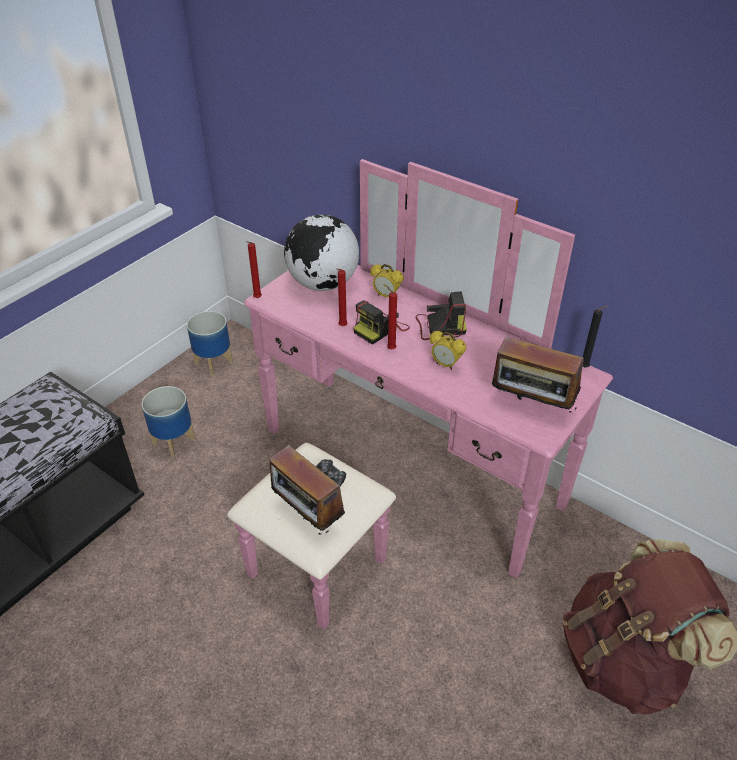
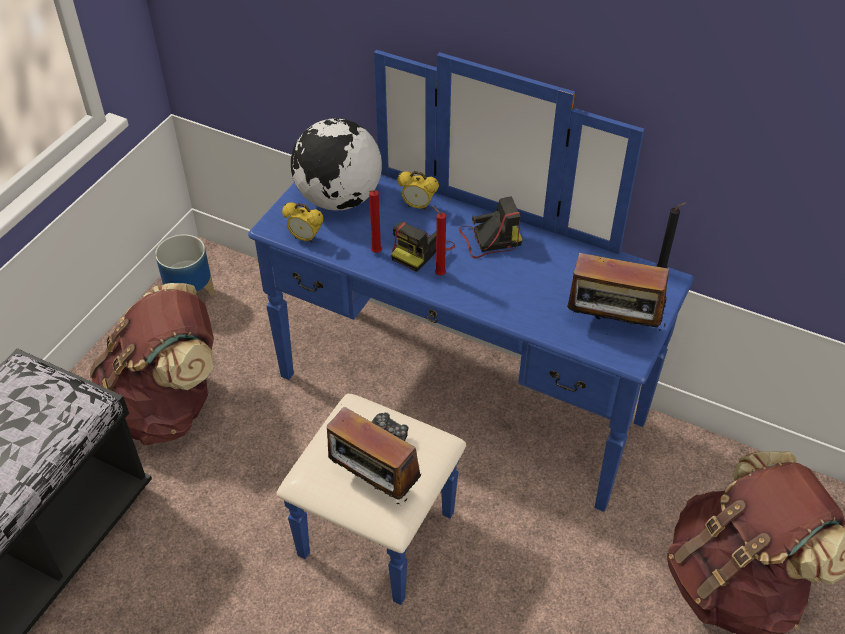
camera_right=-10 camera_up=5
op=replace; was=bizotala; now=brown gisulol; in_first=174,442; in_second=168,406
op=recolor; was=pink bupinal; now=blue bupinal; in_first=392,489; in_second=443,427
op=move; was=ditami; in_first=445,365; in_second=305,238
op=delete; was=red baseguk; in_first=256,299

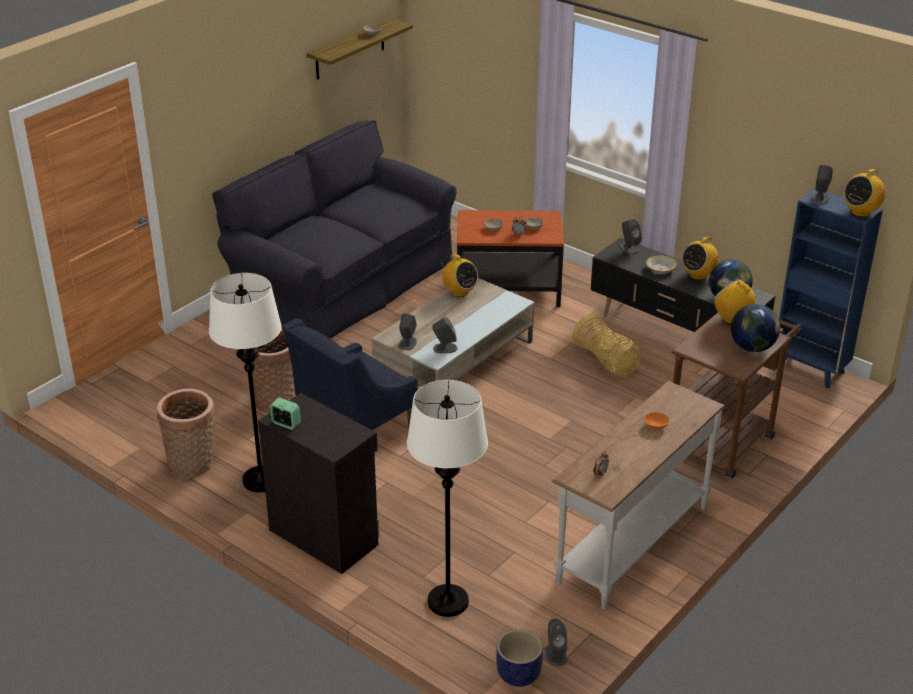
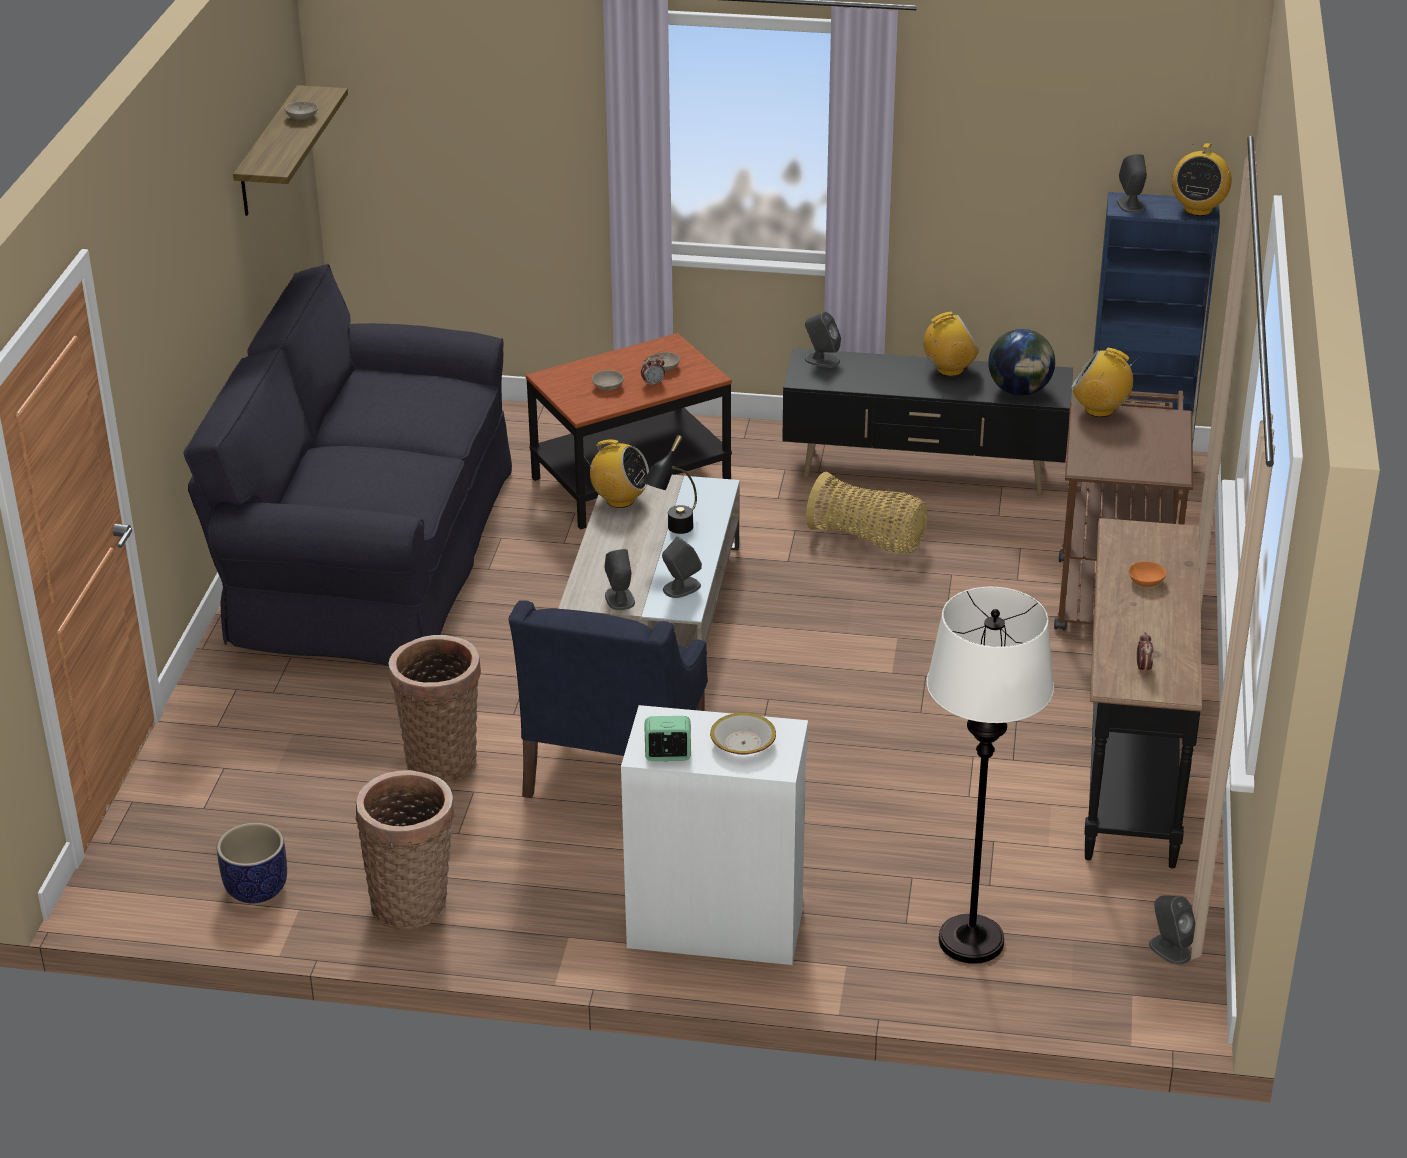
camera_right=-30 camera_up=0
op=move; was=bizotala; in_first=519,674; in_second=257,888
op=recolor; was=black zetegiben; now=white zetegiben; in_first=324,536; in_second=715,924
op=insert; now=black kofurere; in_second=673,532
op=move; was=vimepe; in_first=660,269; in_second=743,744
op=rotate; was=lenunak; in_first=698,275; in_second=949,369; clockwise=-120
op=recolor; was=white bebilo; now=black bebilo; in_first=631,543; in_second=1128,770
op=delete; was=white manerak; in_first=261,480
op=delete; was=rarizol; in_first=752,347

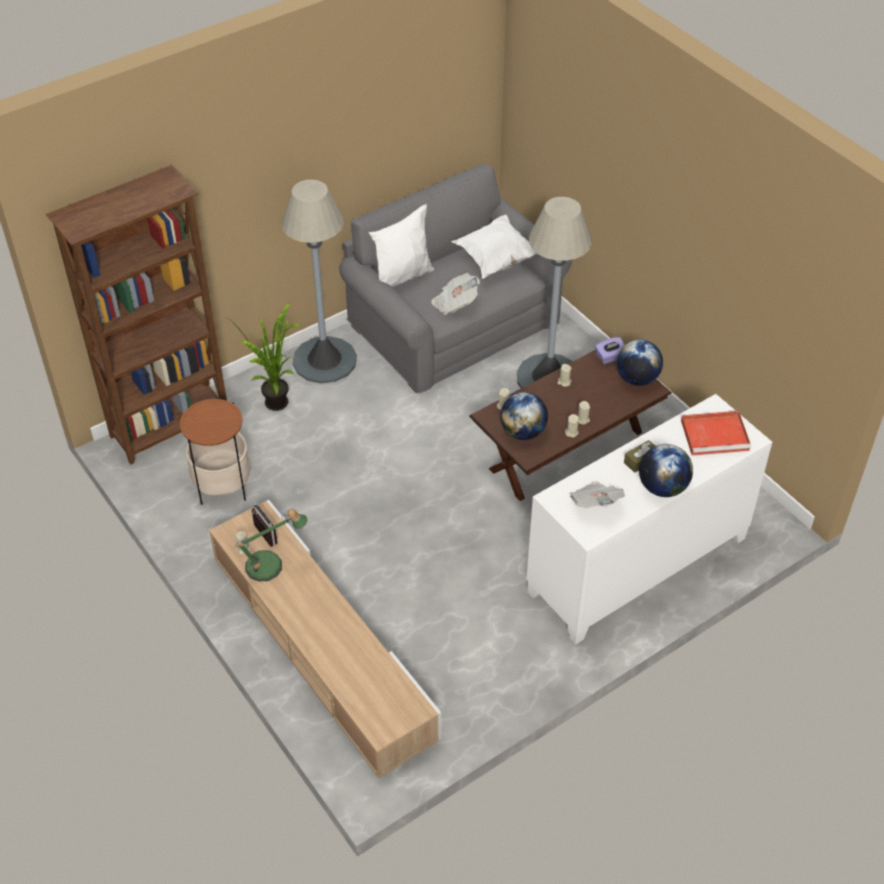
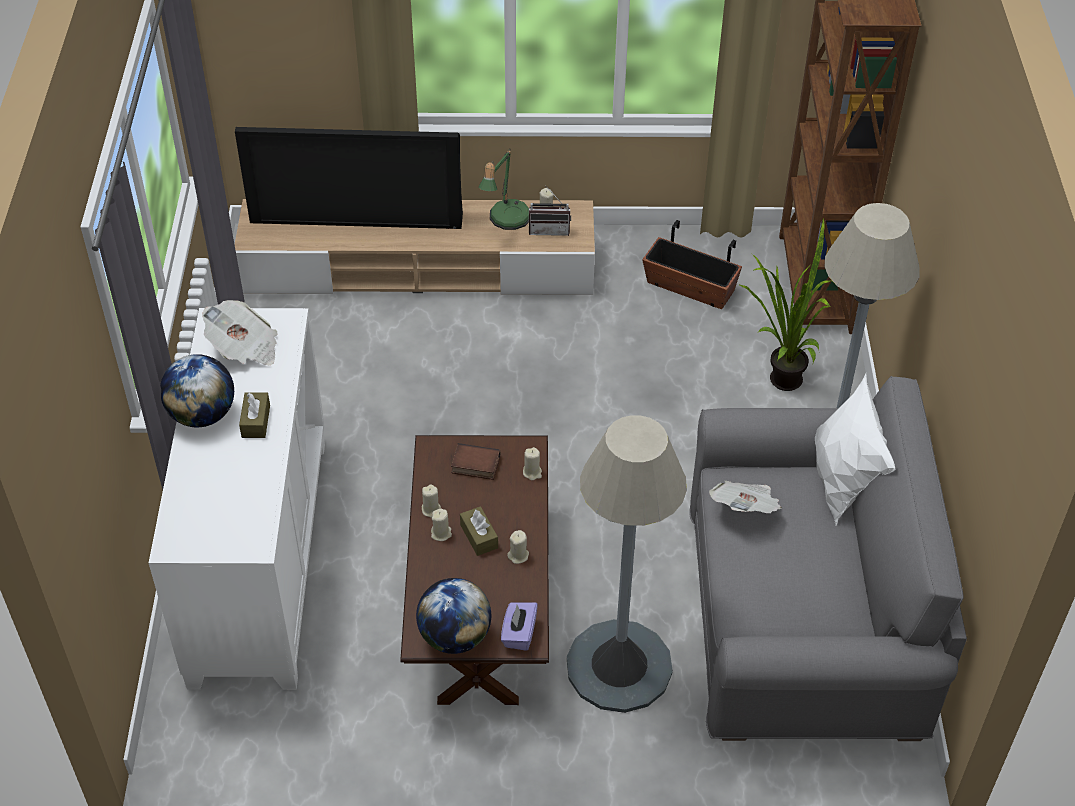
camera_right=125 camera_up=0
op=insert; now=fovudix; in_second=358,217
op=replace; was=rarizol; now=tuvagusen; in_first=523,432; in_second=474,465
op=insert; now=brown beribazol; in_second=479,536
op=replace; was=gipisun; now=bizotala; in_first=222,485; in_second=690,287
op=delete; was=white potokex; in_first=495,260
op=delete; was=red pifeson; in_first=716,435

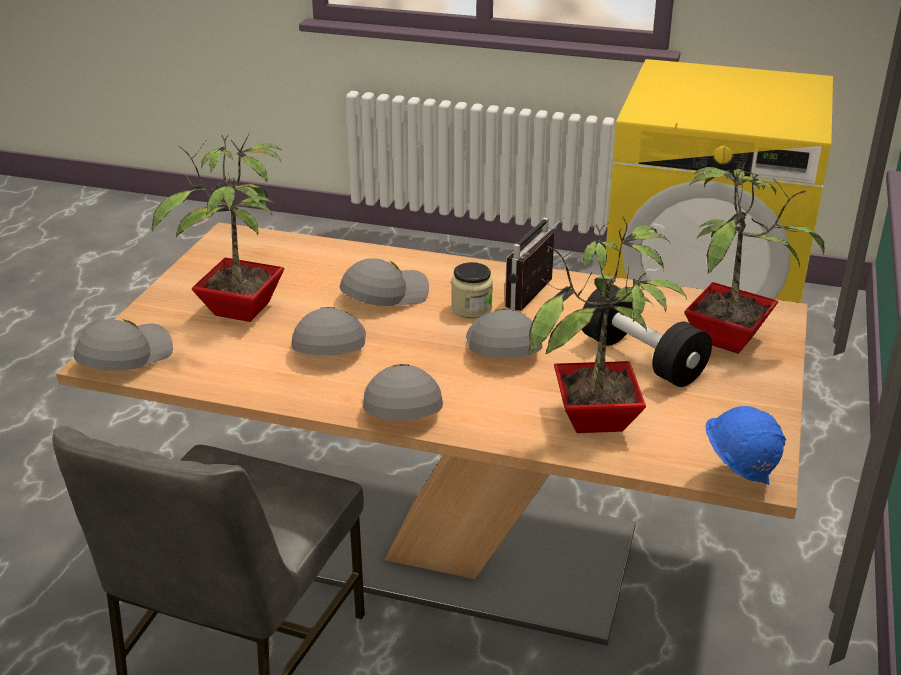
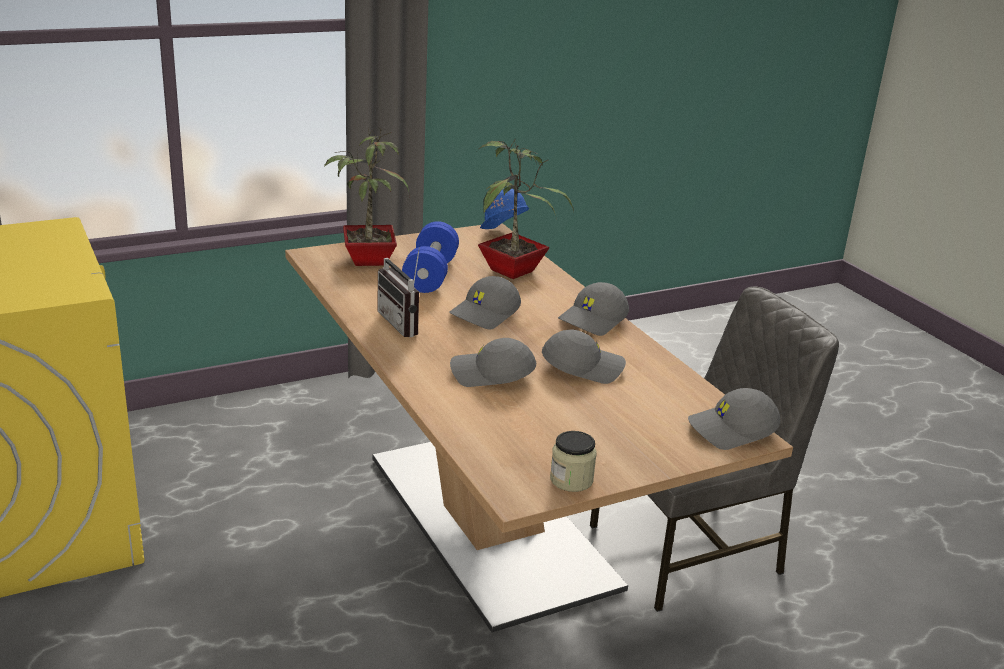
camera_right=-135 camera_up=-5
op=rotate; was=lenunak; in_first=537,297; in_second=405,323; clockwise=75
op=recolor; was=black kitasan; now=blue kitasan; in_first=641,358; in_second=430,275
op=rotate; was=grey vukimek; in_first=328,344; in_second=582,367; clockwise=-135
op=move; was=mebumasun; in_first=471,308; in_second=571,480
op=delete; was=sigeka; in_first=240,312

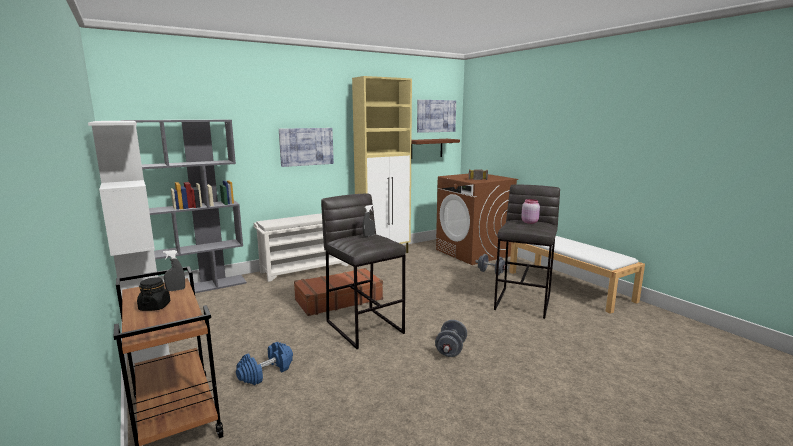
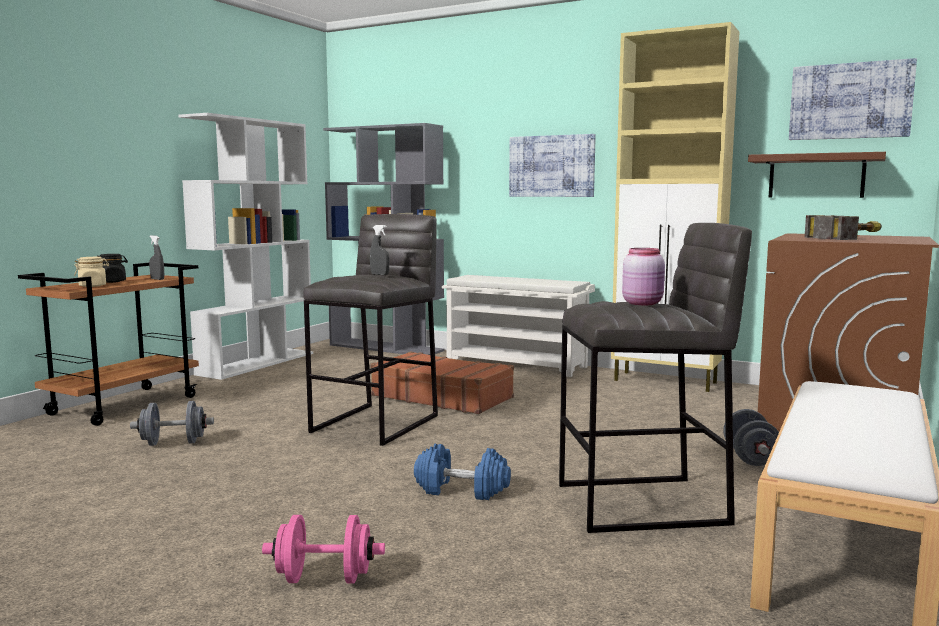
camera_right=60 camera_up=-5
op=insert; now=beige mebumasun; in_second=93,286
op=move; was=grey kitasan; in_first=451,350; in_second=173,443
op=insert; now=pink kitasan; in_second=324,579
op=move; was=blue kitasan; in_first=266,372; in_second=462,490

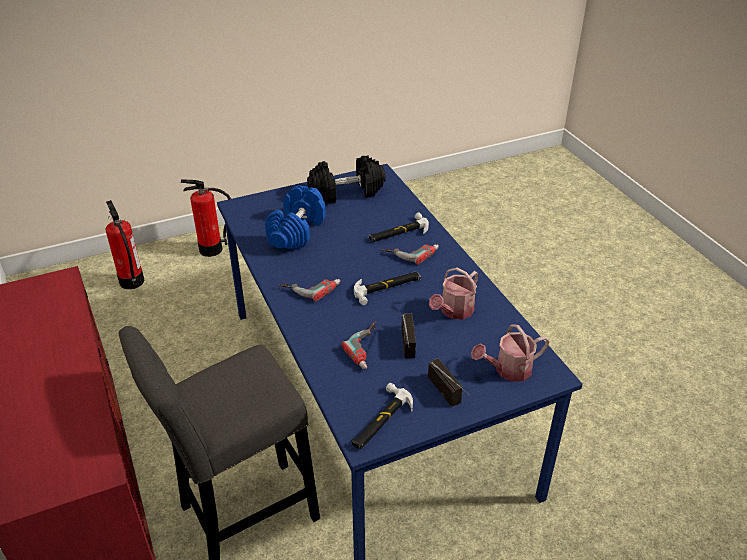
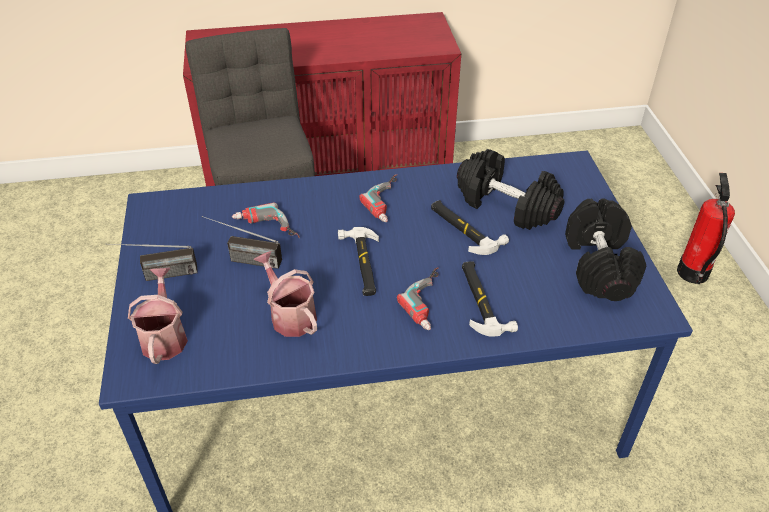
camera_right=105 camera_up=5
op=move; was=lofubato; in_first=380,420; in_second=464,229
op=recolor; was=blue kitasan; now=black kitasan; in_first=297,231; in_second=506,205
op=delete; was=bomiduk; in_first=131,281

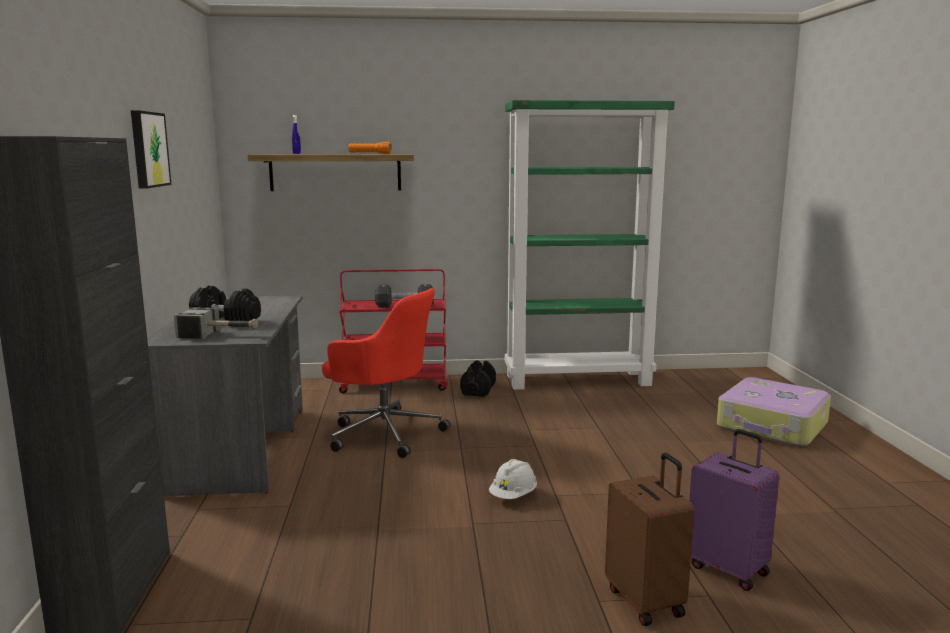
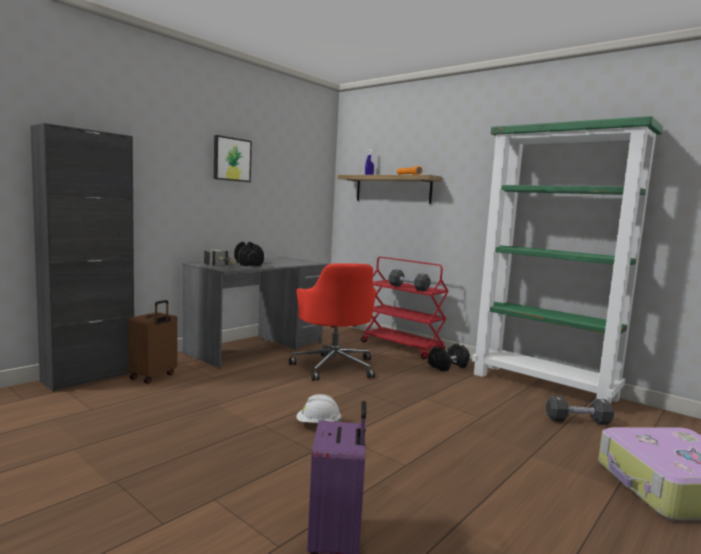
camera_right=45 camera_up=-5
op=move; was=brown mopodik; in_first=646,601; in_second=154,376
op=insert; now=black kitasan; in_second=577,421

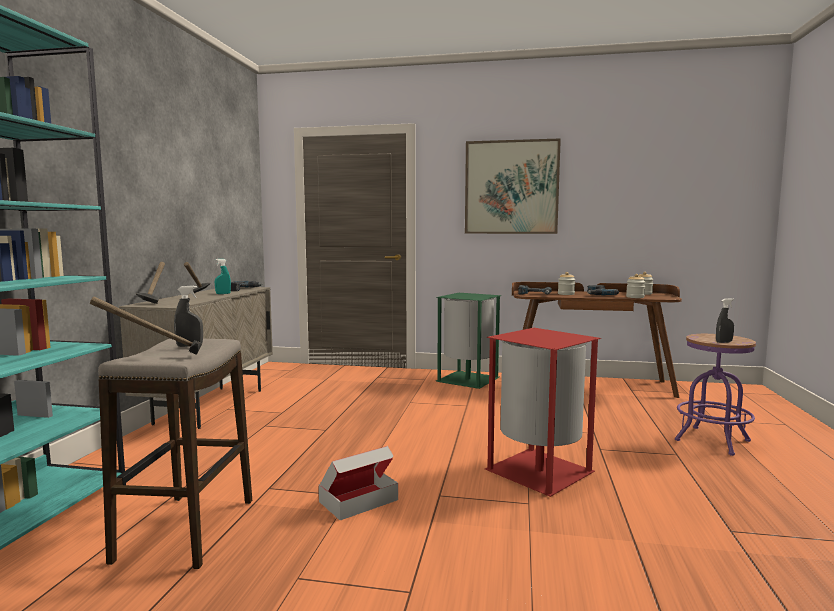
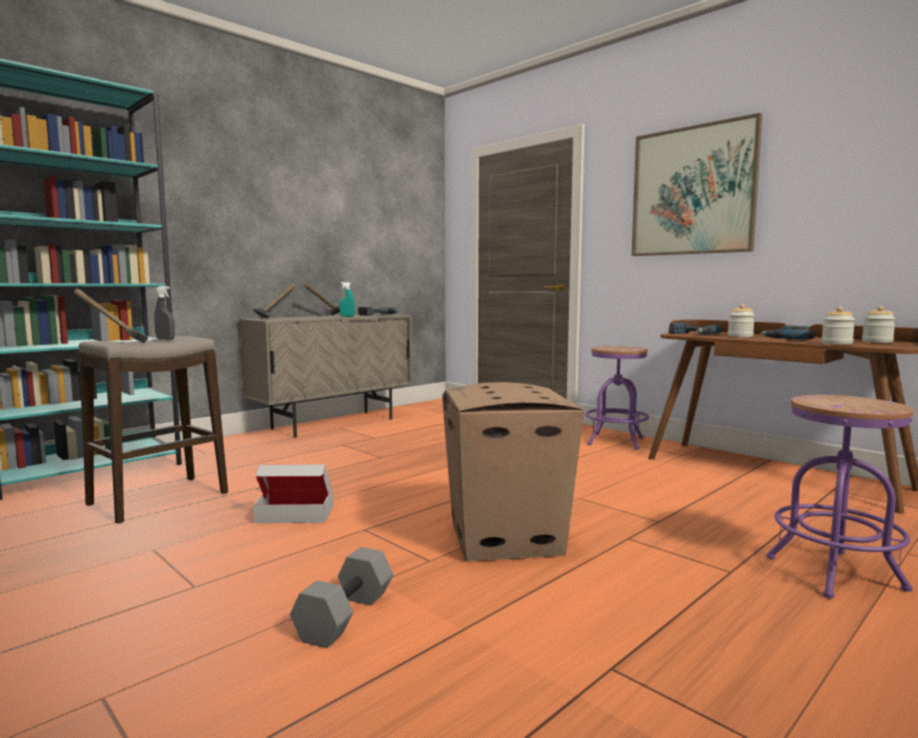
camera_right=35 camera_up=0
op=insert; now=grey kitasan; in_second=346,617
op=replace; was=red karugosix; now=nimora; in_first=541,471; in_second=506,539
op=replace; was=green karugosix; now=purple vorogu; in_first=469,379; in_second=615,441
op=delete; was=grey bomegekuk; in_first=724,342

